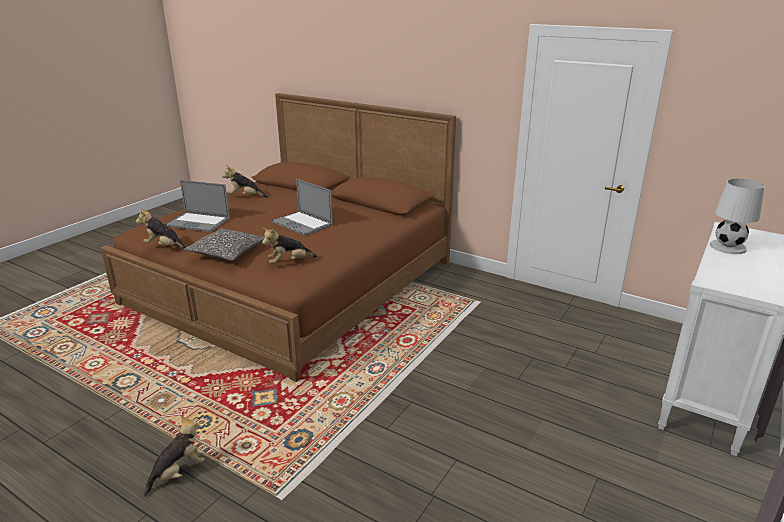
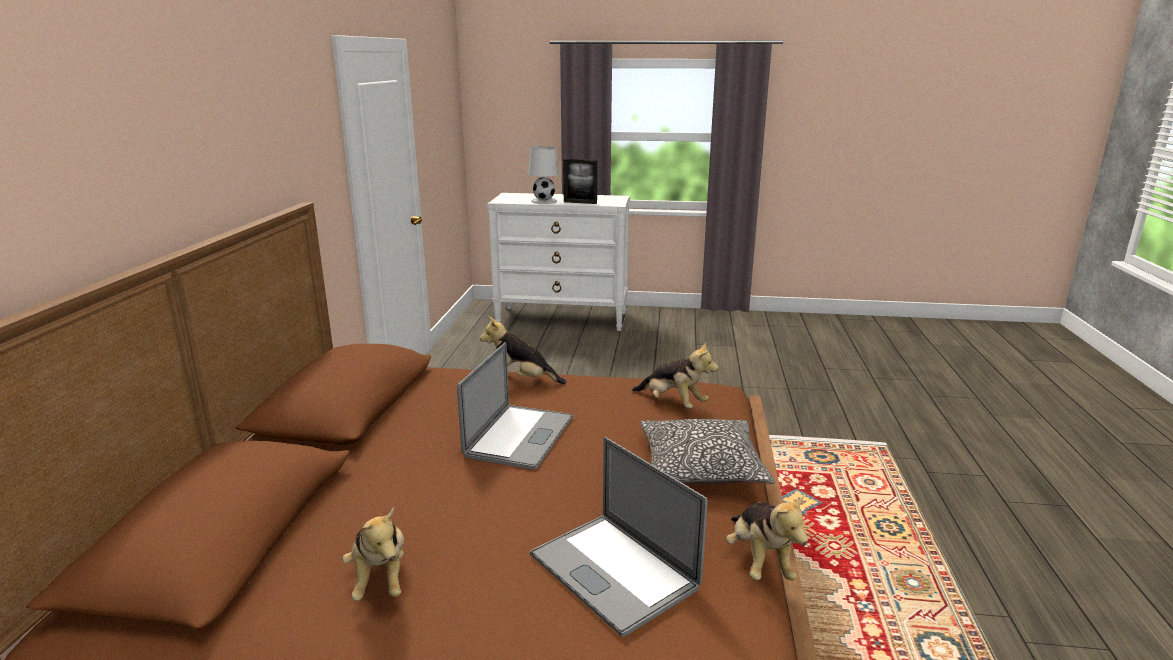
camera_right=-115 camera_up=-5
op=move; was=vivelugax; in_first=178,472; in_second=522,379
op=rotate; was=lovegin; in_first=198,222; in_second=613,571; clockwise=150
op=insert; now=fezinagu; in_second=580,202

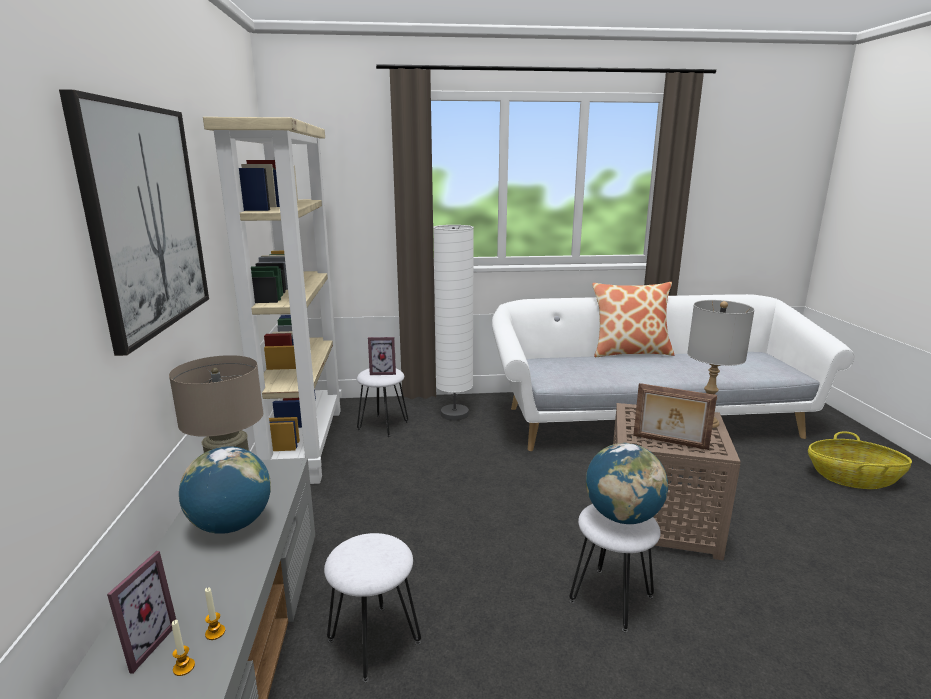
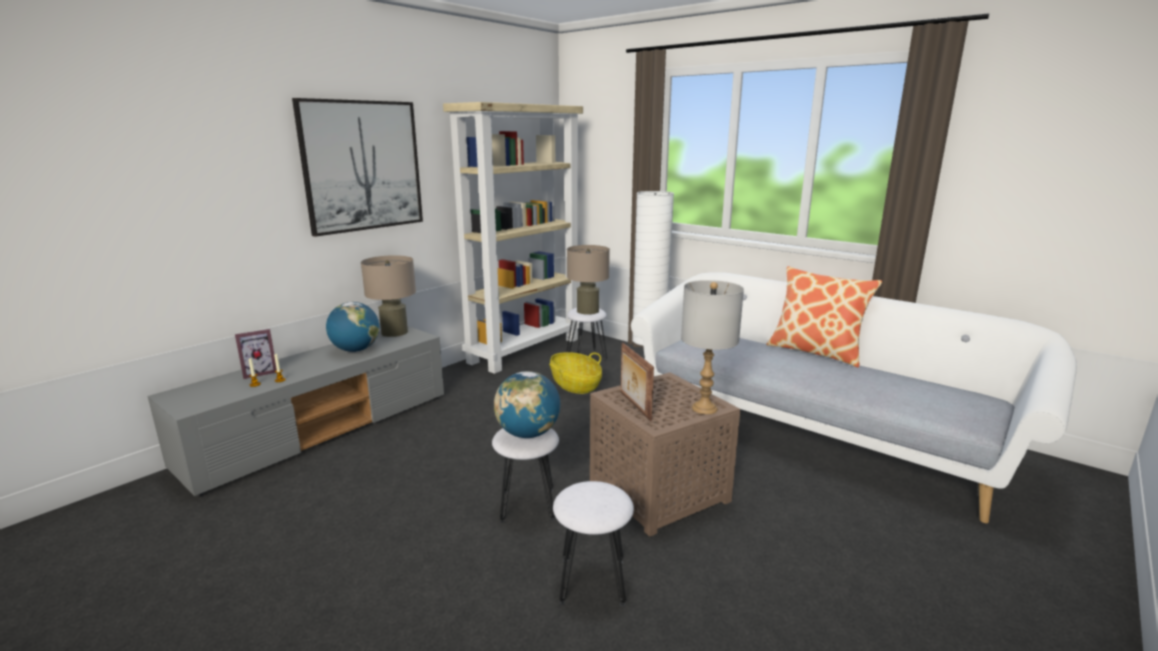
camera_right=45 camera_up=0
op=move; was=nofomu; in_first=853,478; in_second=575,385
op=move; was=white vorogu; in_first=373,642; in_second=591,581
op=replace; was=fezinagu; now=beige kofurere; in_first=383,372; in_second=588,311

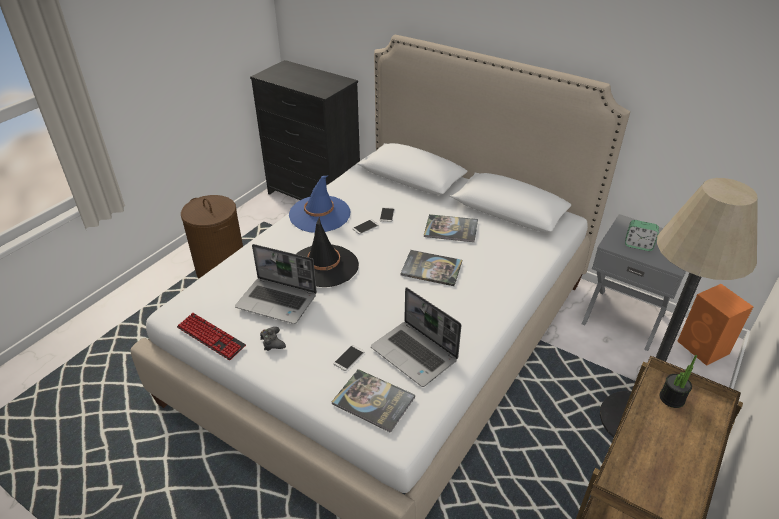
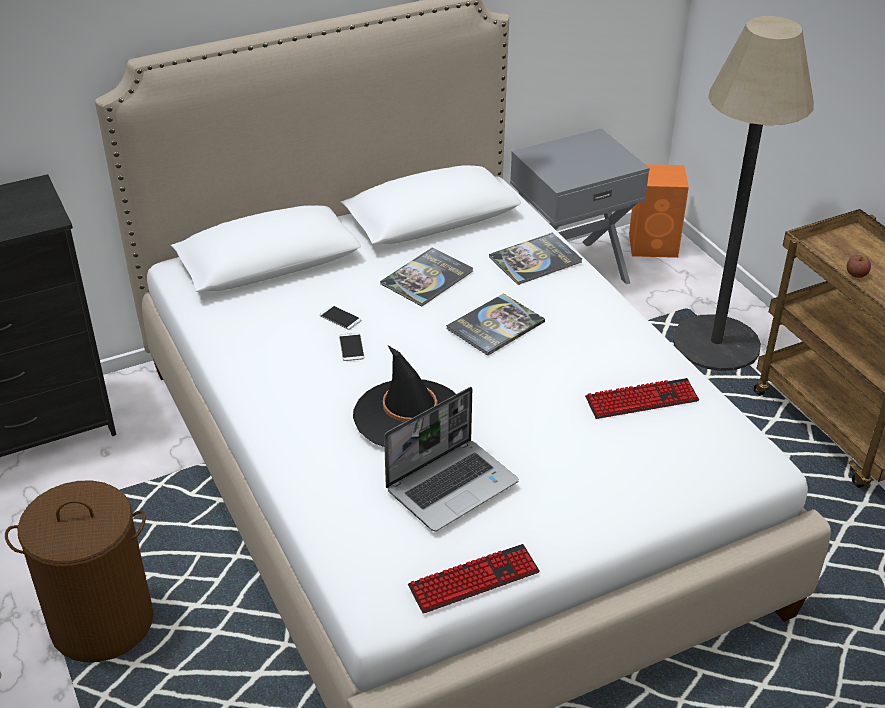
camera_right=-60 camera_up=0
op=move; was=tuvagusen; in_first=373,400; in_second=535,260
op=replace; was=lovegin; now=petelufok; in_first=415,354; in_second=641,400
op=insert; now=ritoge; in_second=856,274
op=delete; was=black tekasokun; in_first=272,342
op=delete; was=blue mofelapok; in_first=319,214
op=delete; was=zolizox; in_first=349,358
op=delete; was=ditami; in_first=638,245
op=delete; was=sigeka; in_first=672,398

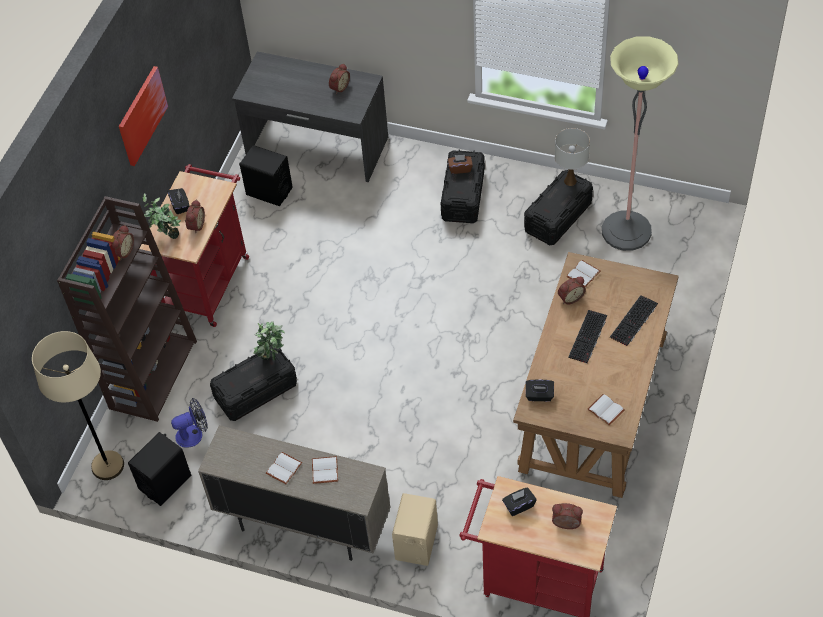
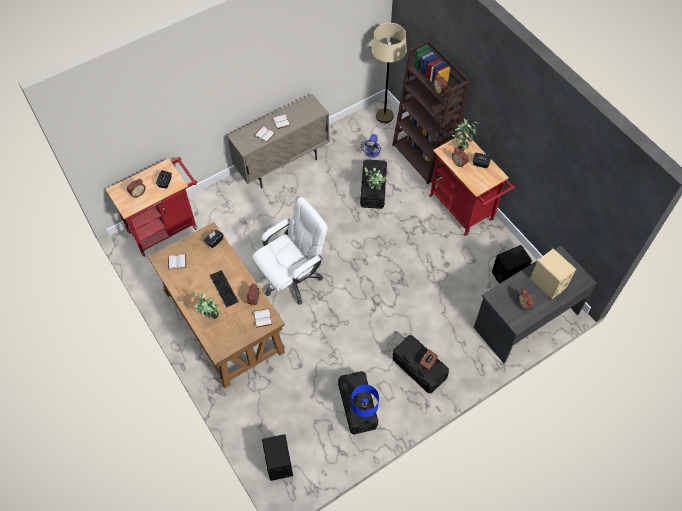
camera_right=125 camera_up=5
op=replace; was=petelufok; now=sigeka; in_first=634,321; in_second=210,317
op=insert; now=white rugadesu; in_second=292,278
op=move; was=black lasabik; in_first=165,482; in_second=279,463
op=recolor; was=white kofurere; now=blue kofurere; in_first=570,181; in_second=364,414
op=move; was=beige lasabik; in_first=416,543; in_second=548,283
op=delete; was=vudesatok; in_first=142,115
op=delete; was=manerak; in_first=626,231

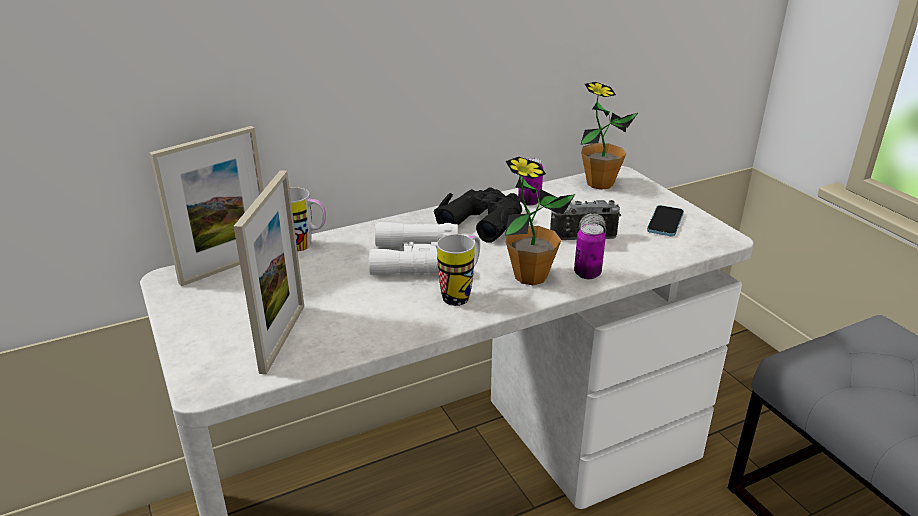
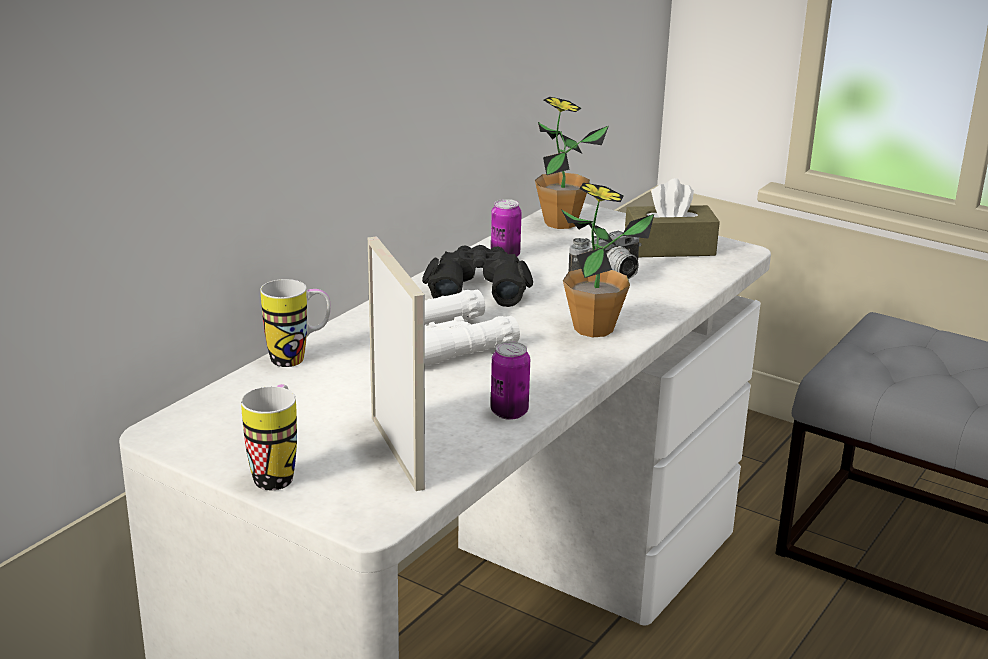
camera_right=-30 camera_up=-5
op=move; was=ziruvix; in_first=461,294; in_second=277,473
op=move; was=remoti; in_first=587,274; in_second=509,412
op=replace; was=zolizox; now=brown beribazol; in_first=665,222; in_second=669,248
op=delete; was=fezinagu; in_first=227,267

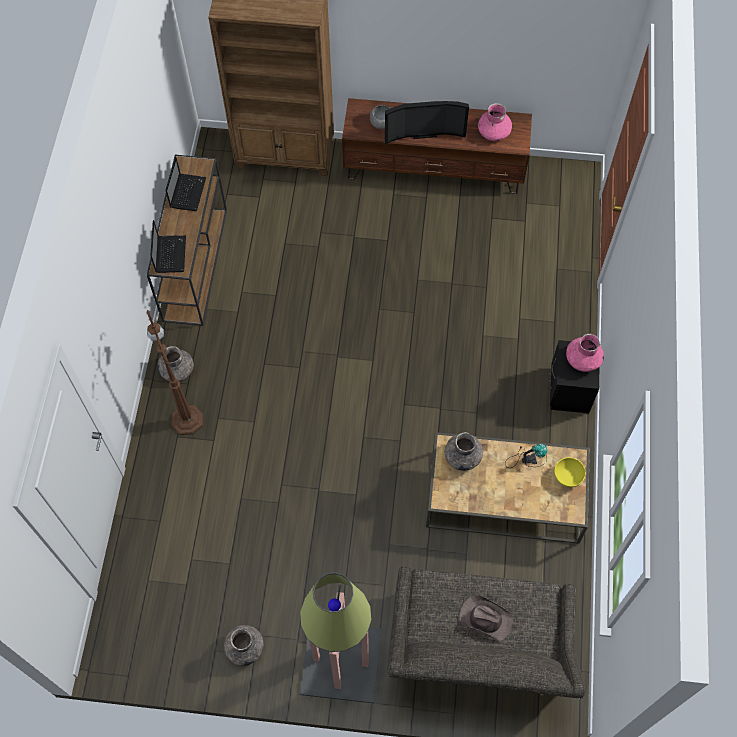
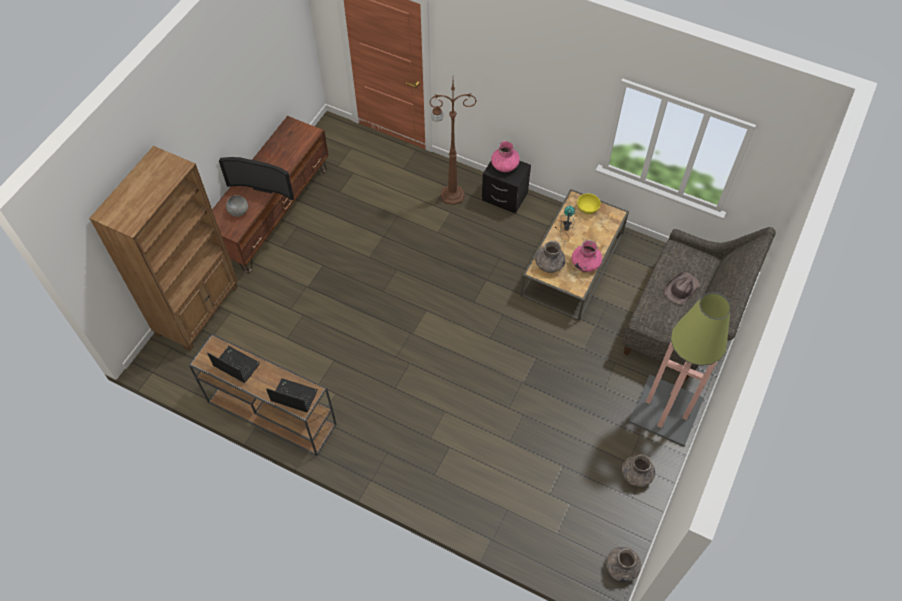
camera_right=-70 camera_up=-5
op=rotate; was=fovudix; in_first=423,132; in_second=264,186; clockwise=90
op=move; was=brown manerak; in_first=187,418; in_second=451,195
op=move; was=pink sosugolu; in_first=493,132; in_second=585,263
op=move; was=grey sosugolu; in_first=177,370; in_second=621,567

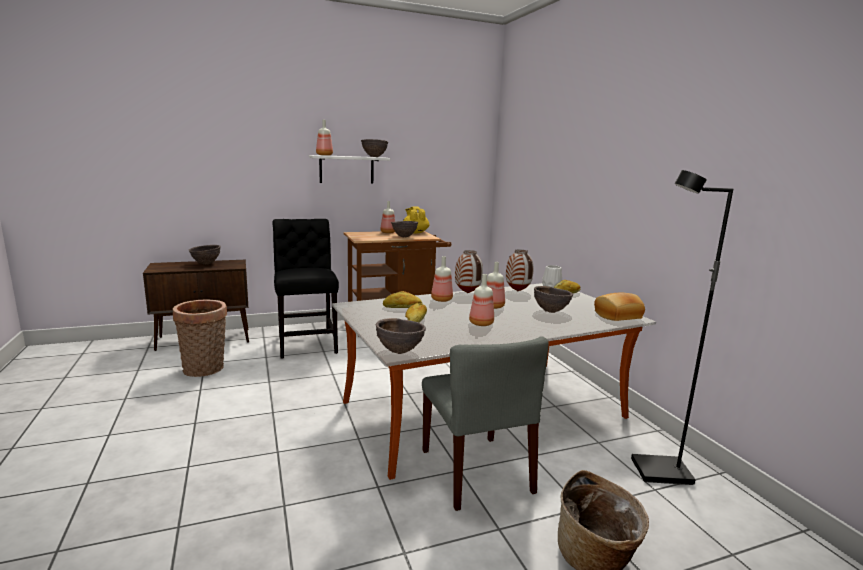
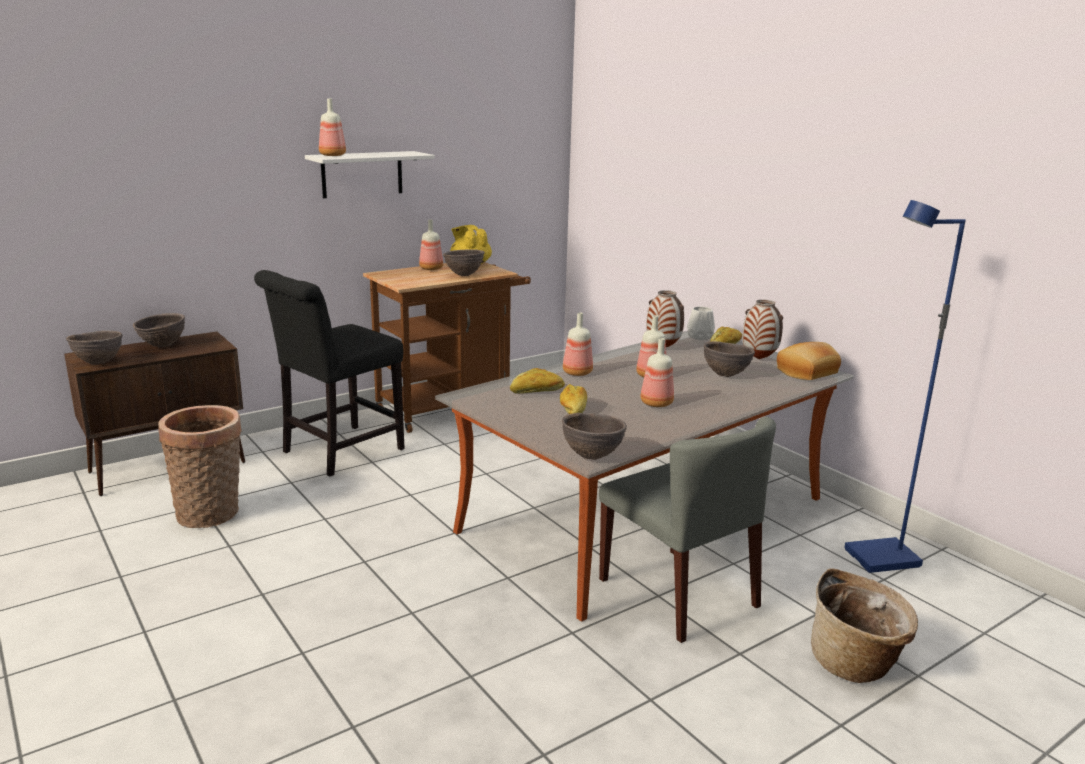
camera_right=-15 camera_up=5
op=move; was=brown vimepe; in_first=374,157; in_second=99,363
op=rotate; was=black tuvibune; in_first=307,343; in_second=338,452; clockwise=-105
op=move; was=sosugolu; in_first=468,293; in_second=759,359
op=recolor; was=black manerak; now=blue manerak; in_first=661,473; in_second=882,559

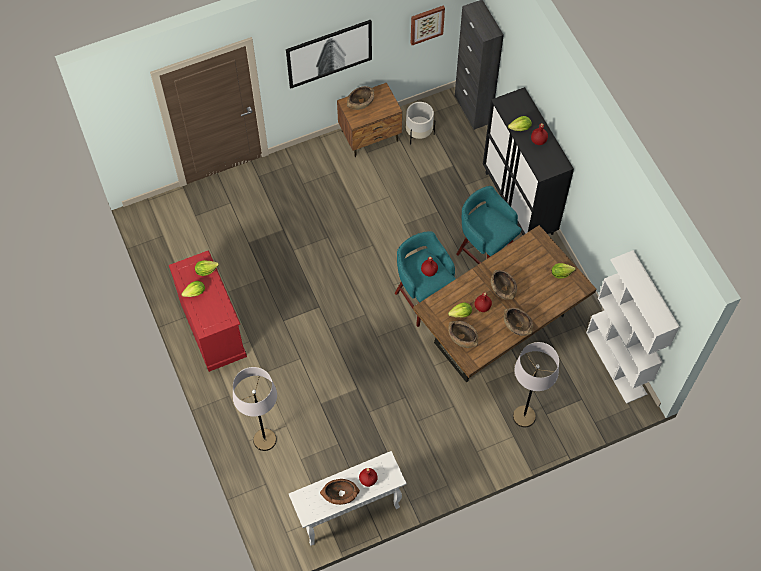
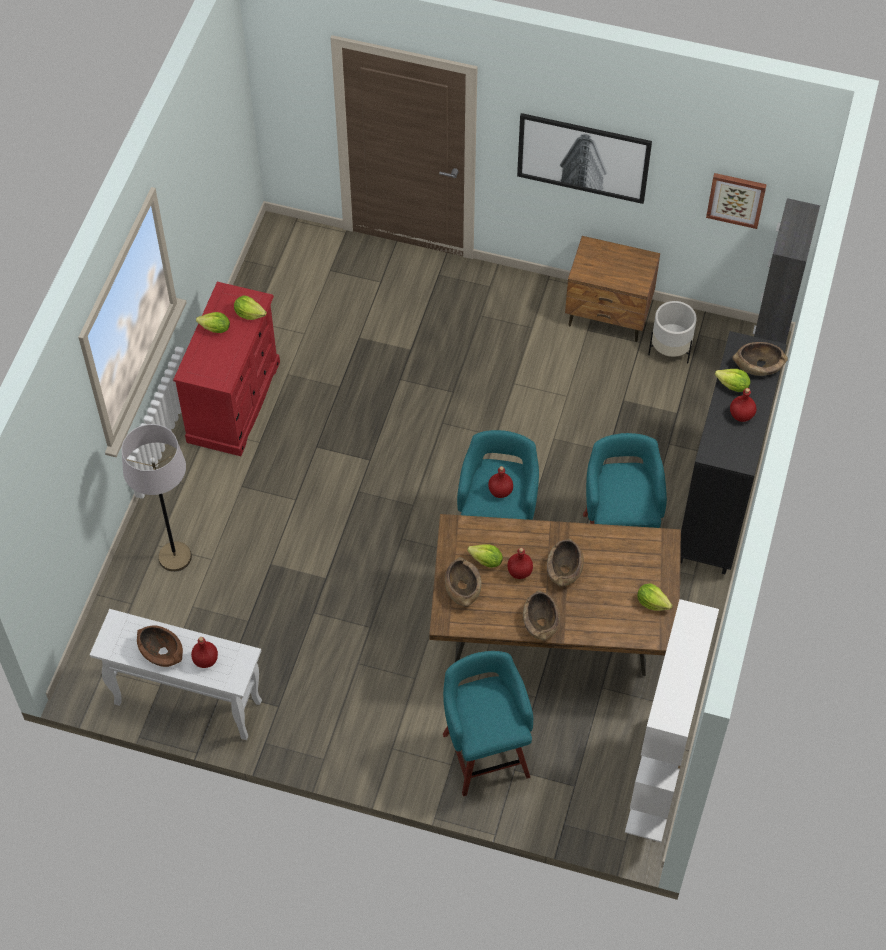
camera_right=40 camera_up=-5
op=replace; was=grey manerak; now=turquoise vorogu; in_first=524,416; in_second=485,752
op=move; was=brown vimepe; in_first=360,102; in_second=758,365

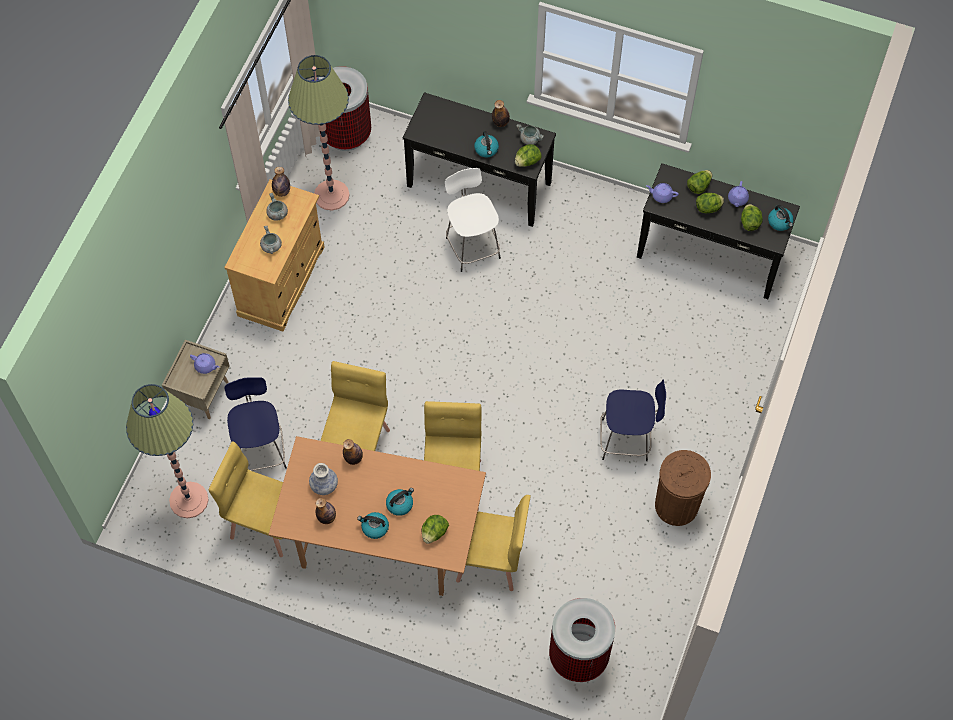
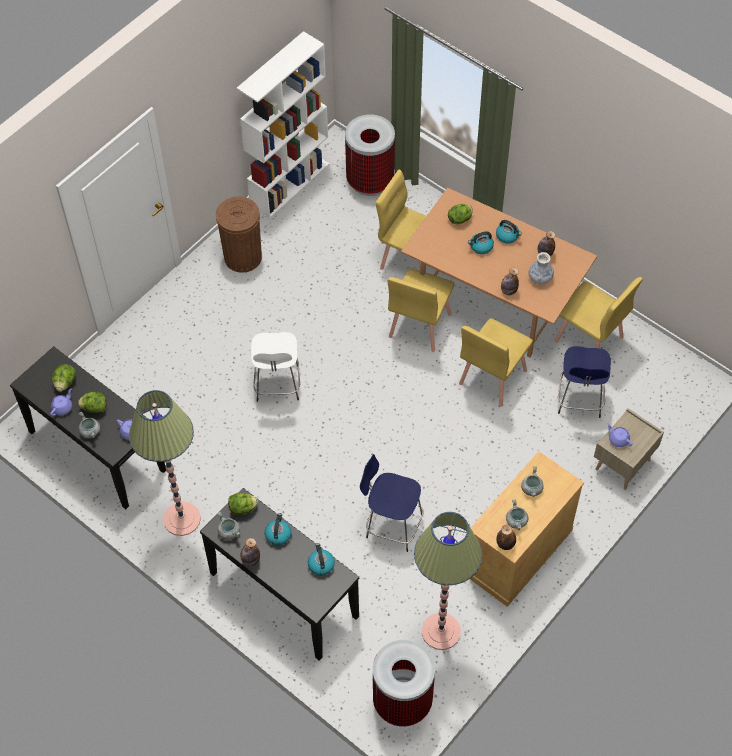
camera_right=-160 camera_up=-5
op=replace; was=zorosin; now=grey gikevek; in_first=699,186; in_second=90,431
op=move; was=manerak; in_first=189,500; in_second=182,519
op=insert; now=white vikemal; in_second=290,184
op=move; was=white vorogu; in_first=472,246; in_second=277,385
op=move; was=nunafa; in_first=780,222; in_second=321,564
op=move; was=blue vorogu; in_first=627,440; in_second=392,525

